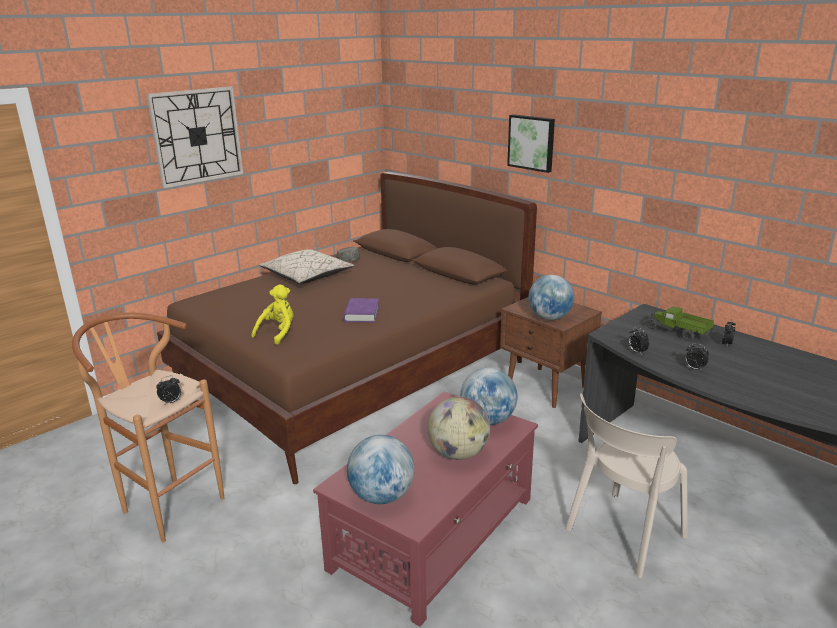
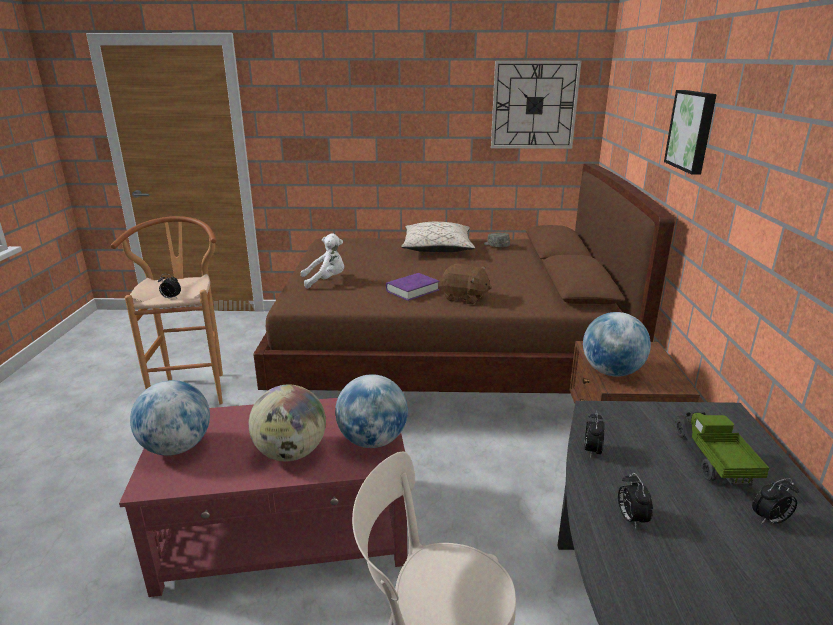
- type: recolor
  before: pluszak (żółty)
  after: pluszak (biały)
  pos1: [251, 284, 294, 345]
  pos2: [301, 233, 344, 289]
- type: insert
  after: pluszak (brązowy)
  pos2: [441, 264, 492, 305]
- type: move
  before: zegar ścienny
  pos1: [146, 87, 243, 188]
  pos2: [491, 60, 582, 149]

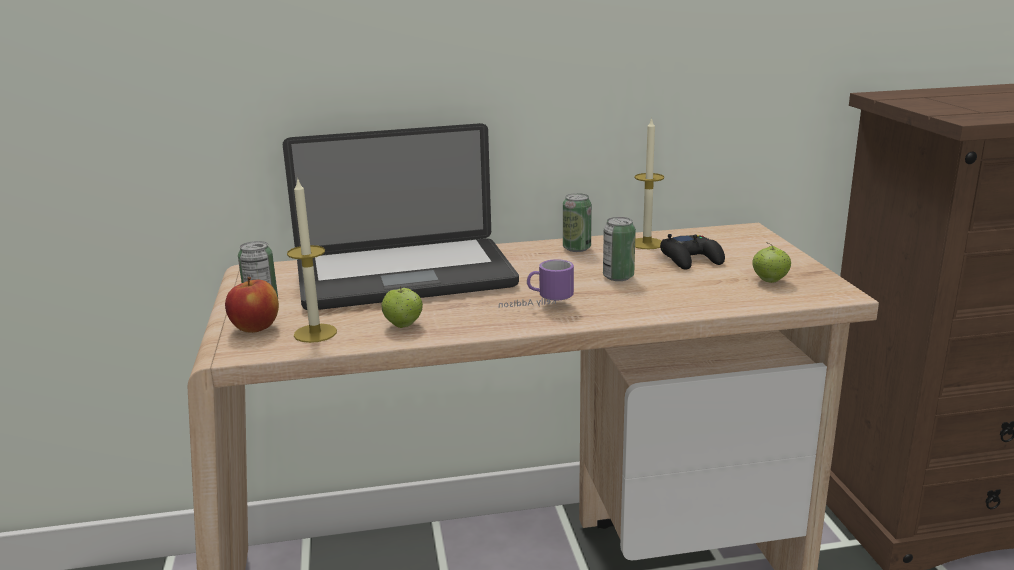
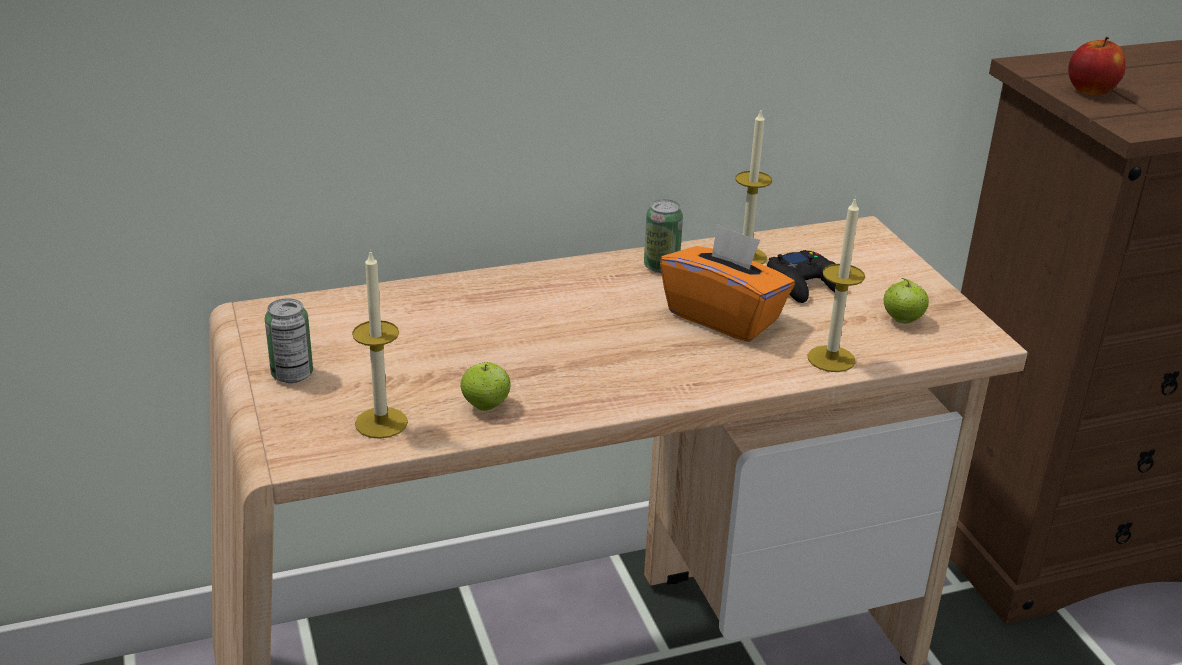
- type: replace
  before: puszka
  after: pudełko chusteczek (pomarańczowy)
  pos1: [603, 217, 636, 281]
  pos2: [660, 224, 795, 342]
- type: insert
  after: świeca
  pos2: [808, 197, 865, 372]
- type: move
  before: jabłko
  pos1: [225, 277, 279, 333]
  pos2: [1068, 36, 1126, 96]
- type: delete
  before: laptop
  pos1: [283, 123, 519, 310]
- type: delete
  before: kubek
  pos1: [499, 259, 574, 308]

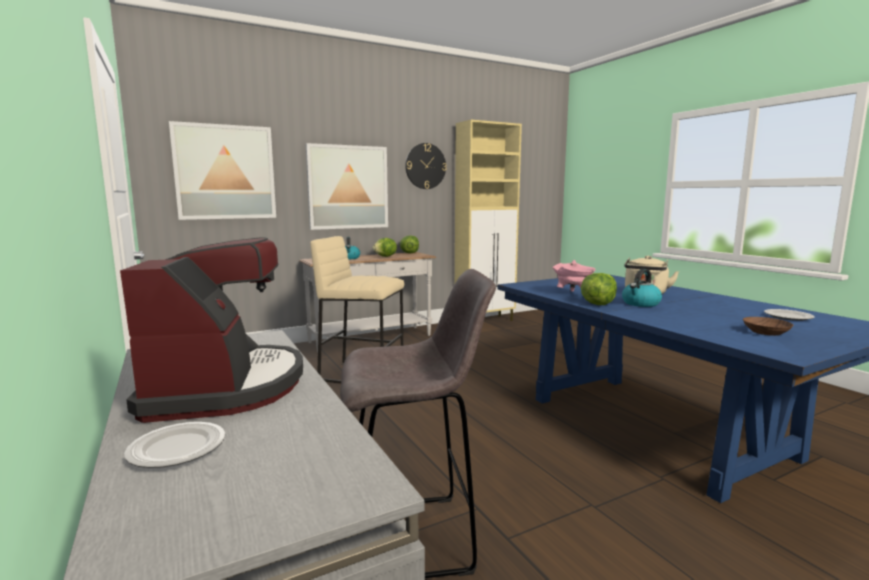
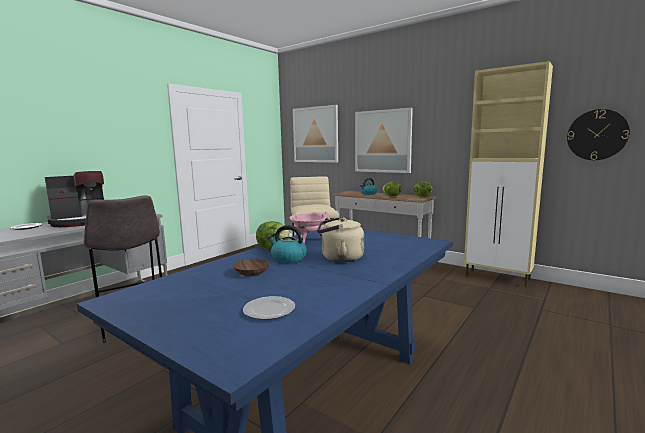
- type: move
  before: miska (brązowy)
  pos1: [743, 317, 793, 336]
  pos2: [233, 259, 270, 276]
- type: move
  before: zegar ścienny
  pos1: [405, 143, 447, 189]
  pos2: [567, 109, 630, 160]

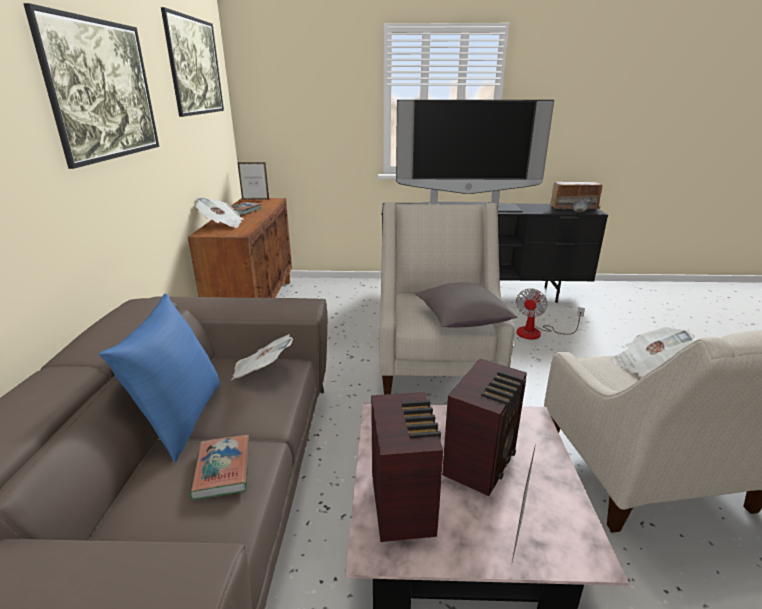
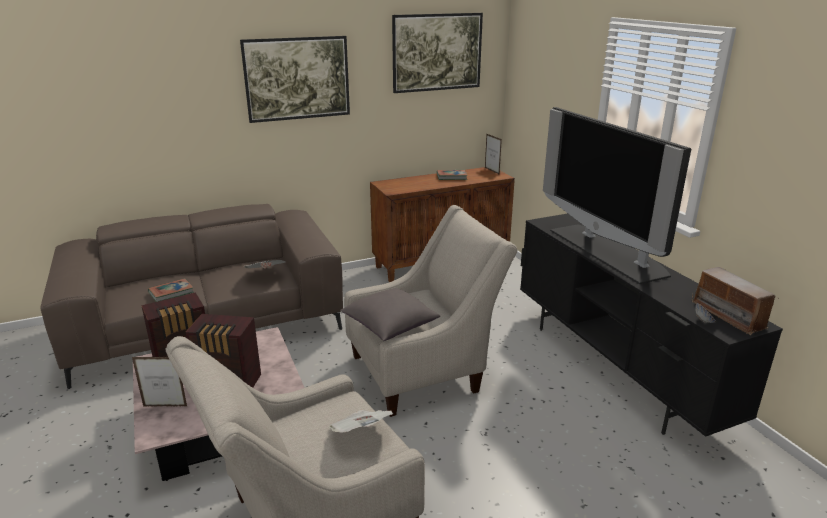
- type: delete
  before: poduszka (niebieski)
  pos1: [99, 294, 221, 462]
- type: delete
  before: gazeta
  pos1: [195, 198, 243, 228]
- type: delete
  before: wentylator
  pos1: [516, 288, 585, 339]

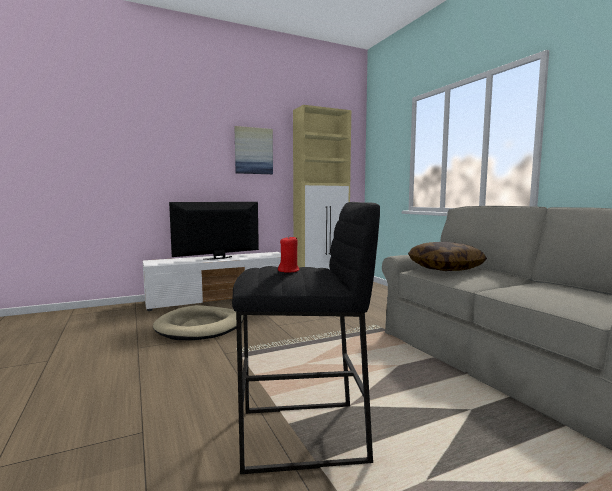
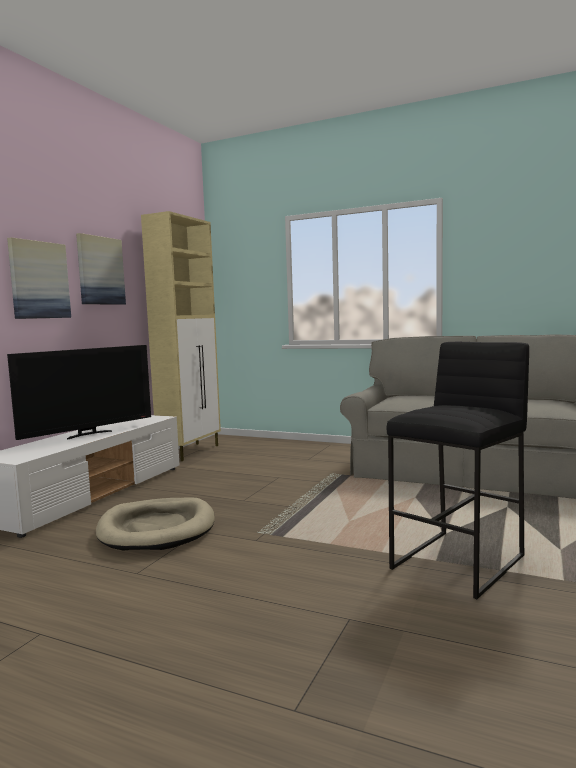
- type: insert
  after: obraz
  pos2: [7, 237, 71, 319]
- type: rotate
  before: telewizor
  pos1: [169, 202, 259, 260]
  pos2: [7, 345, 151, 440]
  turn: -150
- type: delete
  before: świeca (czerwony)
  pos1: [278, 236, 299, 273]
- type: delete
  before: poduszka
  pos1: [408, 241, 487, 271]

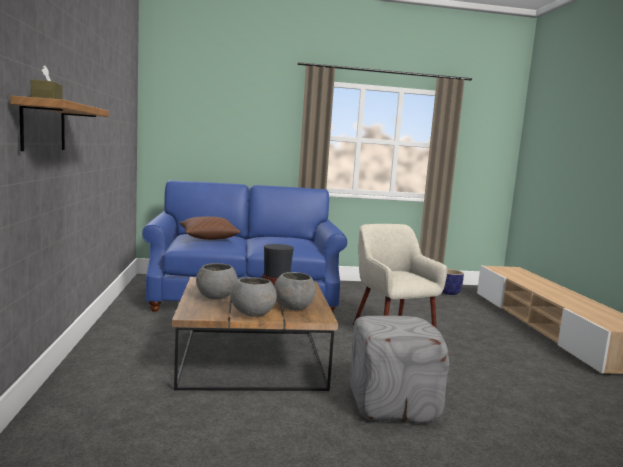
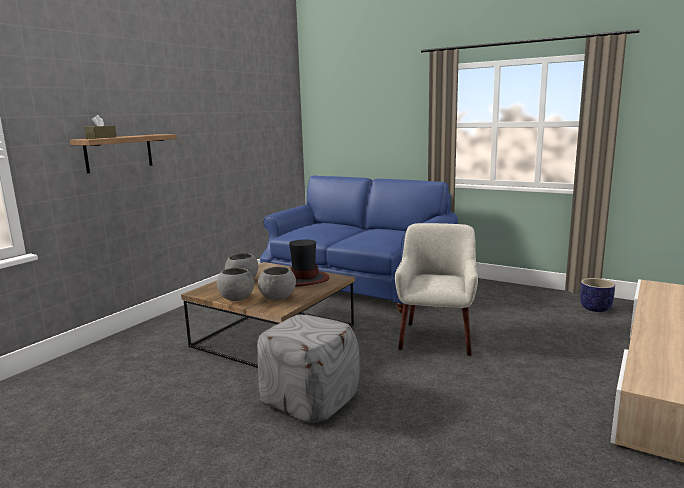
- type: delete
  before: poduszka (brązowy)
  pos1: [179, 216, 241, 240]

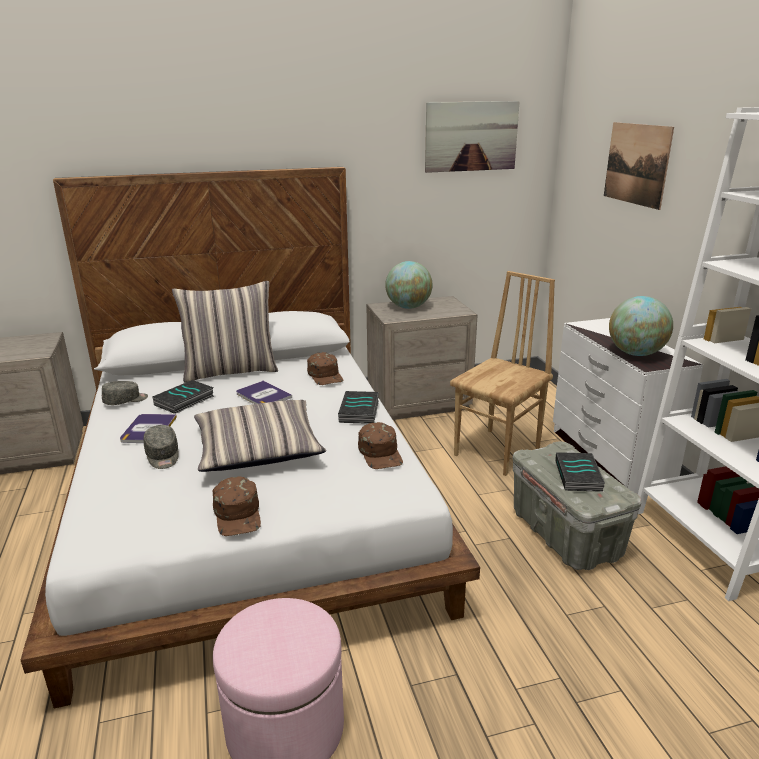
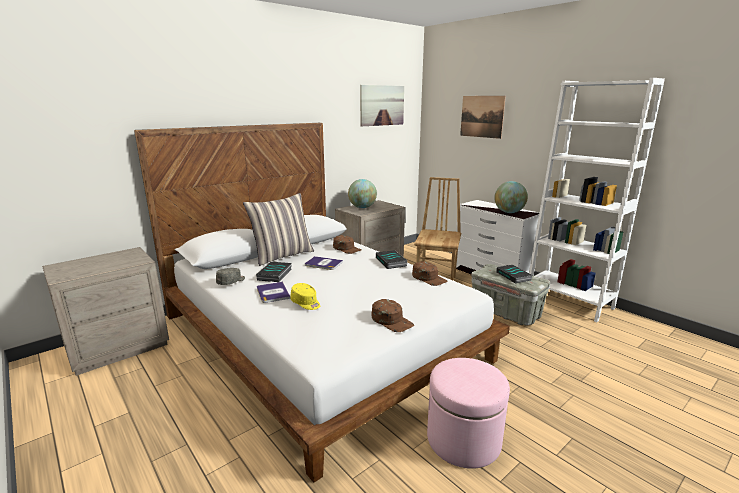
- type: recolor
  before: czapka z daszkiem (szary)
  after: czapka z daszkiem (żółty)
  pos1: [144, 425, 179, 469]
  pos2: [291, 283, 320, 310]
- type: delete
  before: poduszka
  pos1: [194, 400, 326, 472]

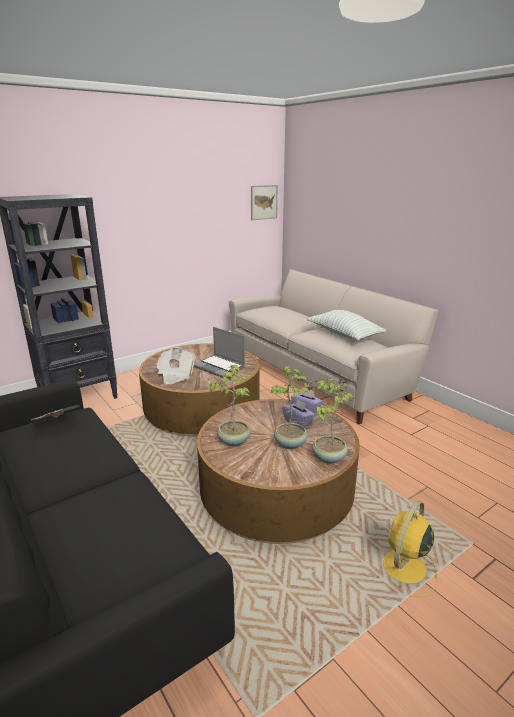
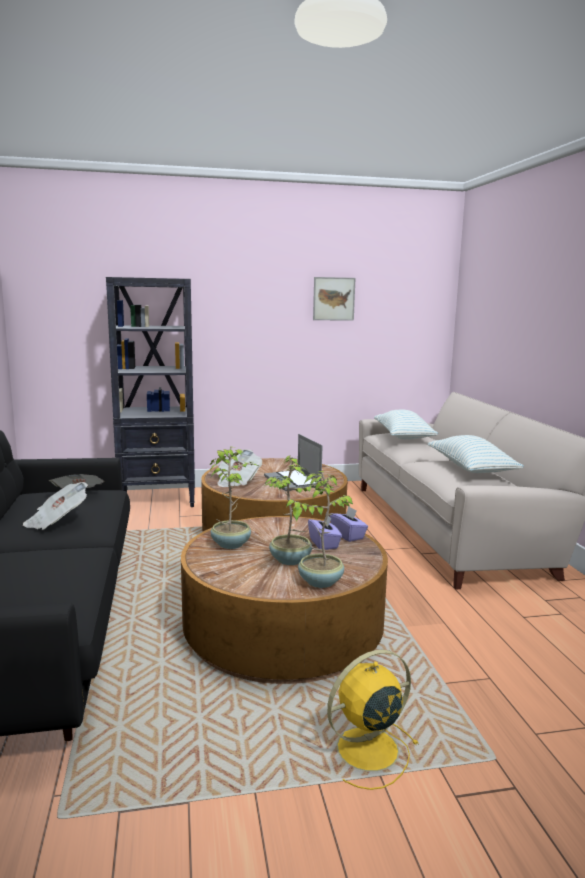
- type: insert
  after: gazeta
  pos2: [23, 482, 88, 530]
- type: move
  before: obraz
  pos1: [251, 185, 278, 220]
  pos2: [313, 277, 356, 321]
- type: insert
  after: poduszka
  pos2: [374, 410, 438, 439]

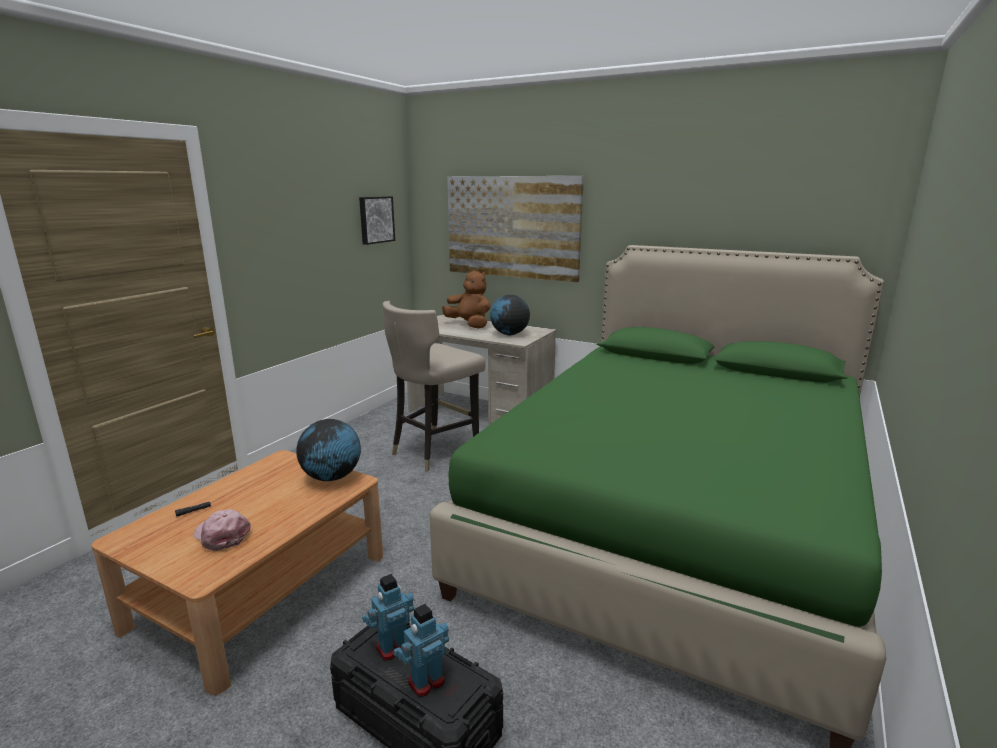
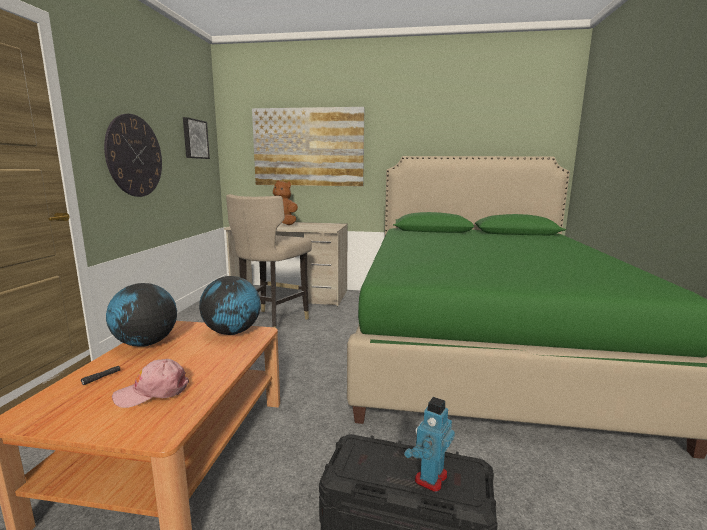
- type: insert
  after: zegar ścienny
  pos2: [104, 114, 162, 197]
- type: move
  before: globus
  pos1: [490, 295, 530, 335]
  pos2: [106, 283, 177, 347]
- type: rotate
  before: czapka z daszkiem (różowy)
  pos1: [193, 509, 251, 551]
  pos2: [112, 359, 189, 408]
  turn: -45
- type: delete
  before: robot zabawkowy
  pos1: [362, 574, 414, 661]

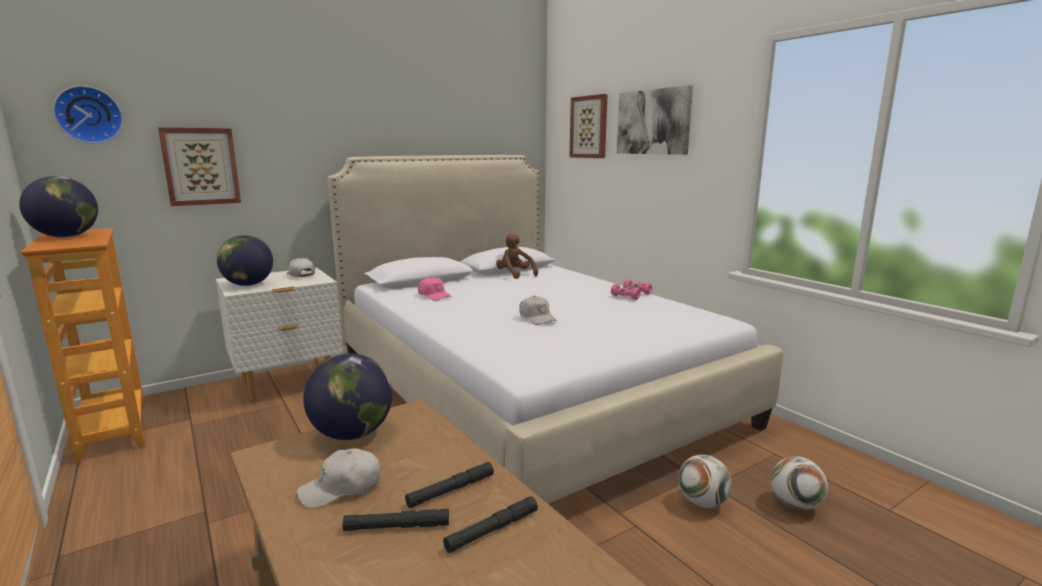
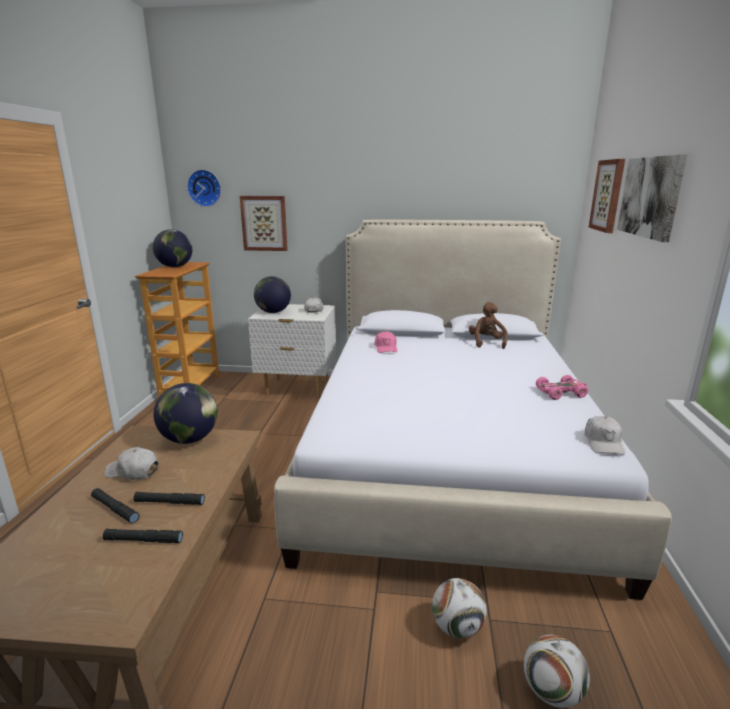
- type: move
  before: czapka z daszkiem (biały)
  pos1: [519, 296, 557, 325]
  pos2: [584, 416, 625, 455]

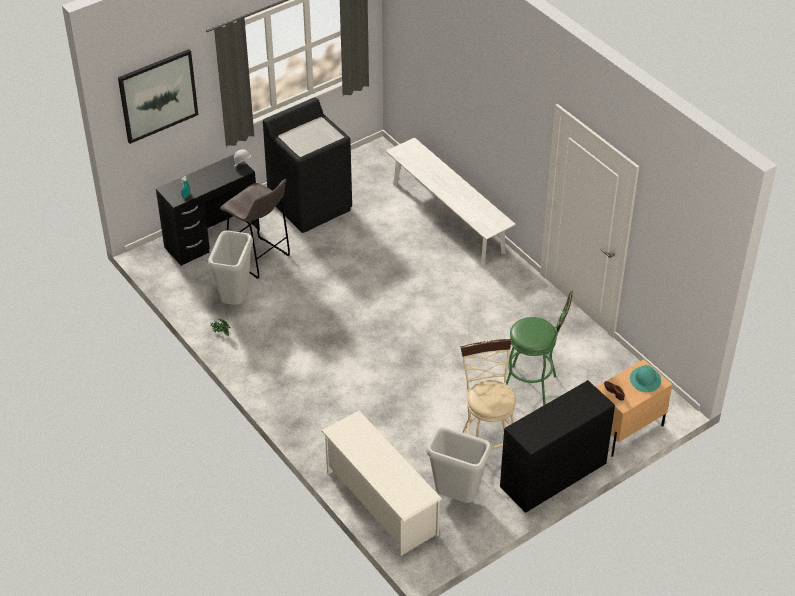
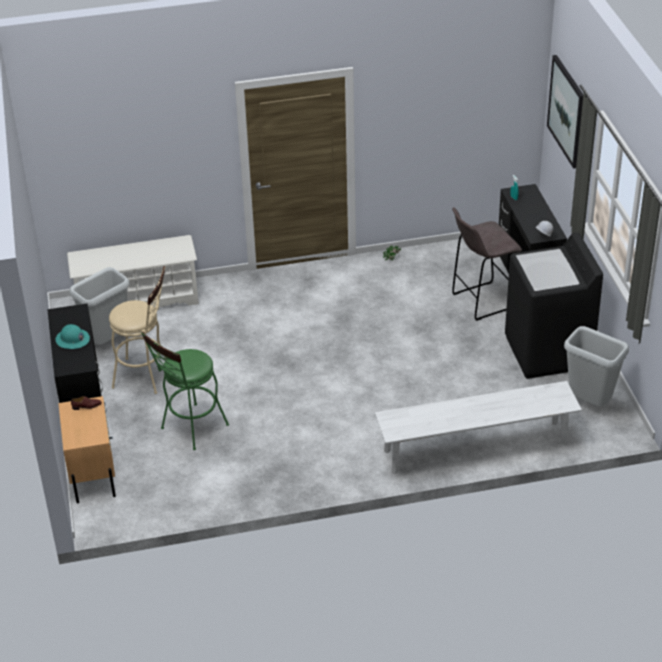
- type: move
  before: kask (turkusowy)
  pos1: [630, 365, 661, 392]
  pos2: [56, 324, 90, 349]
- type: move
  before: kosz na śmieci (szary)
  pos1: [208, 230, 253, 305]
  pos2: [564, 326, 629, 407]

